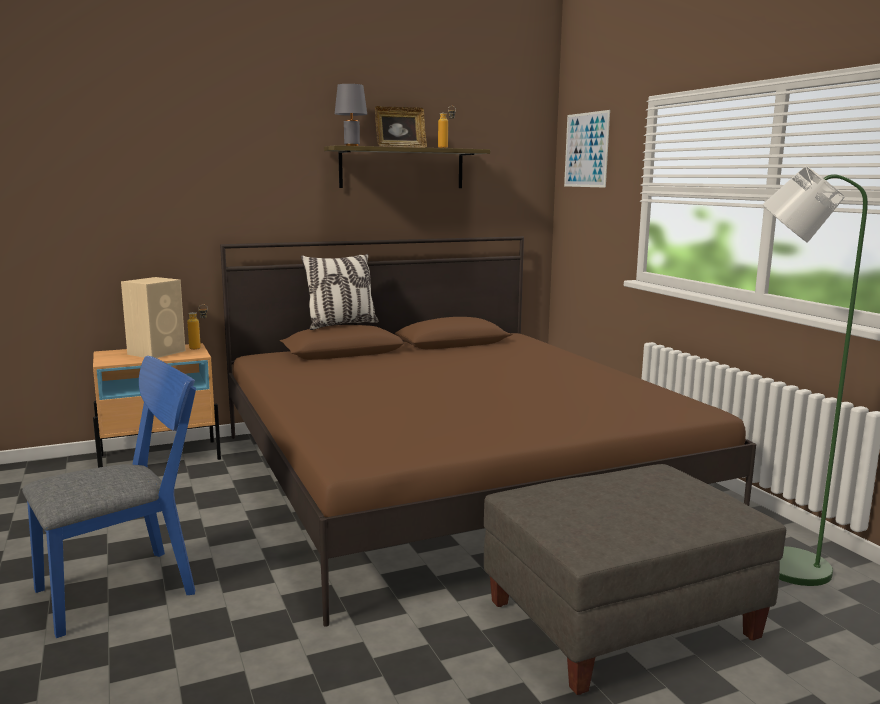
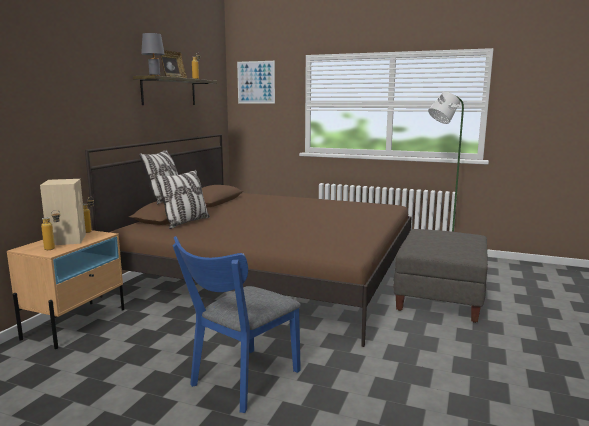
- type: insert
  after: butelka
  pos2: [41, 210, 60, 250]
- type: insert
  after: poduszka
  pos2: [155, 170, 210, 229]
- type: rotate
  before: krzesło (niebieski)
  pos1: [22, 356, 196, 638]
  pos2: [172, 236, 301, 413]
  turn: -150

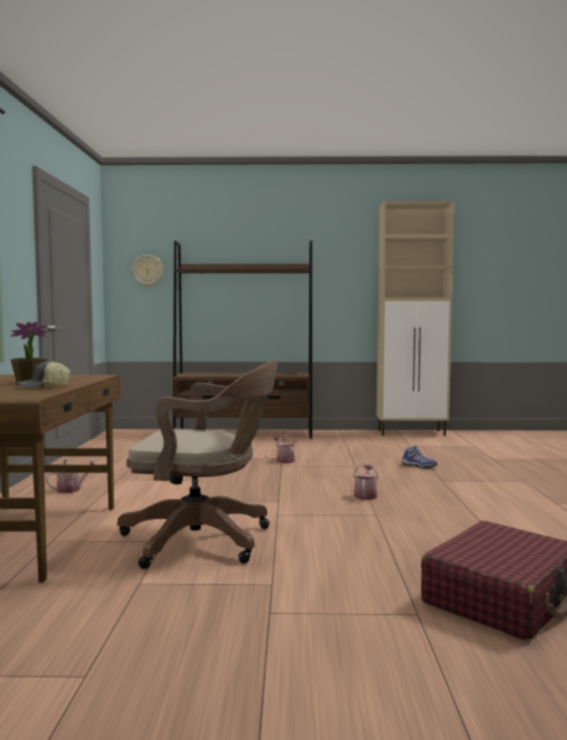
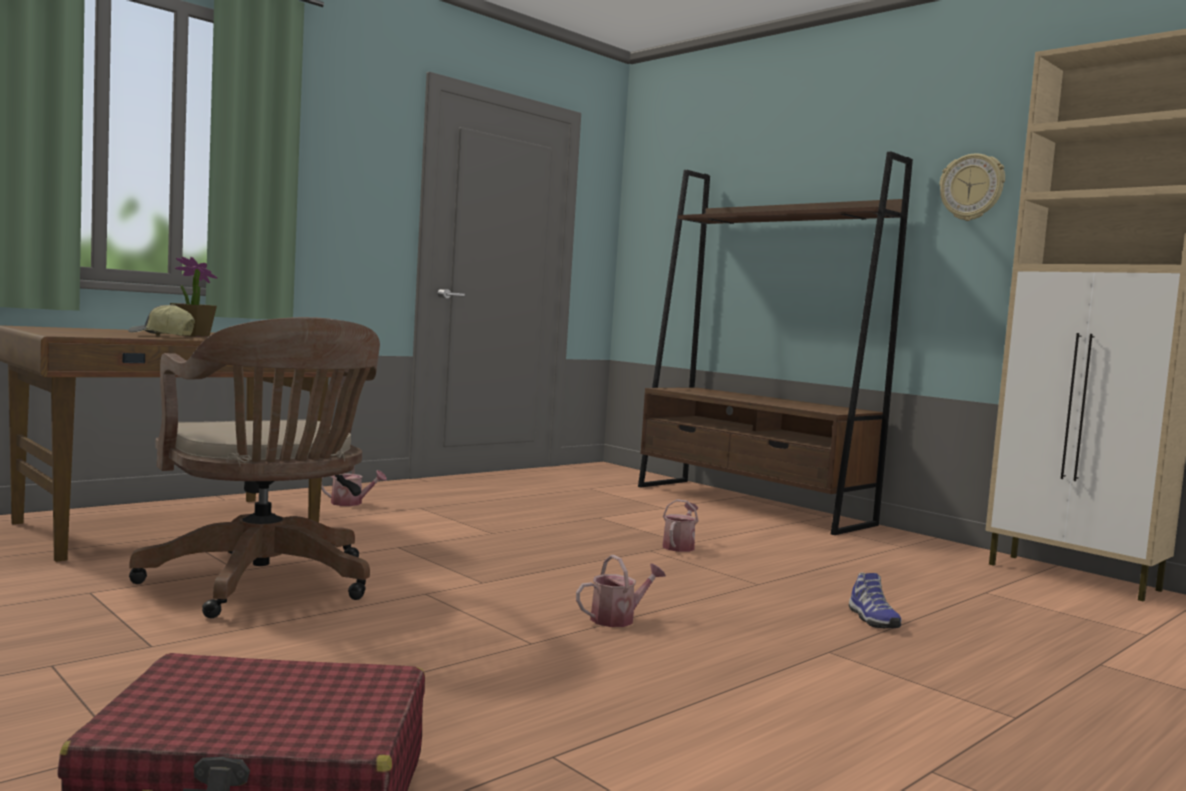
- type: move
  before: zegar ścienny
  pos1: [132, 255, 164, 287]
  pos2: [939, 153, 1005, 221]

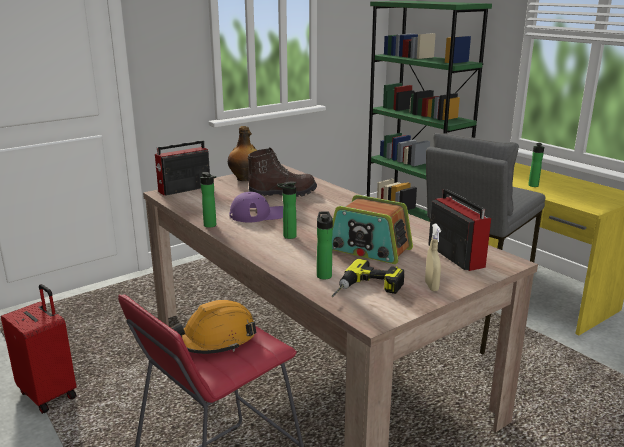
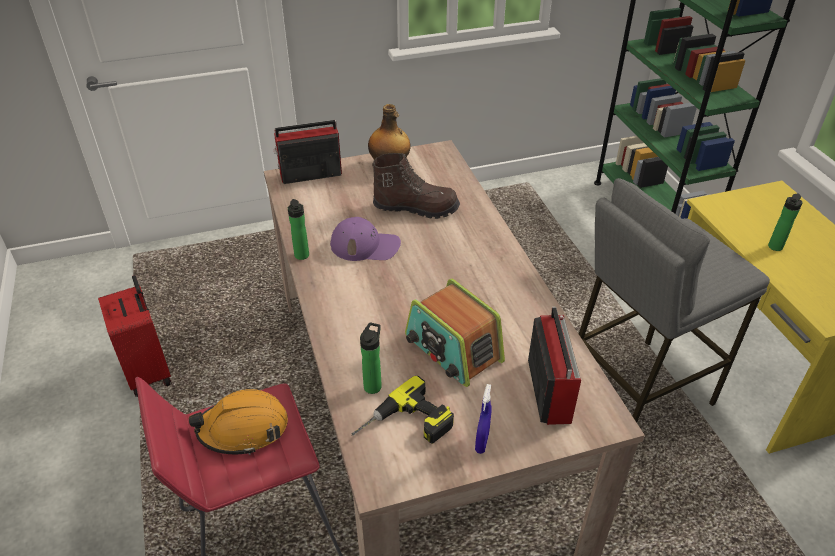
- type: recolor
  before: spryskiwacz (beżowy)
  after: spryskiwacz (niebieski)
  pos1: [425, 224, 441, 291]
  pos2: [475, 384, 492, 454]
- type: delete
  before: butelka
  pos1: [277, 181, 297, 239]

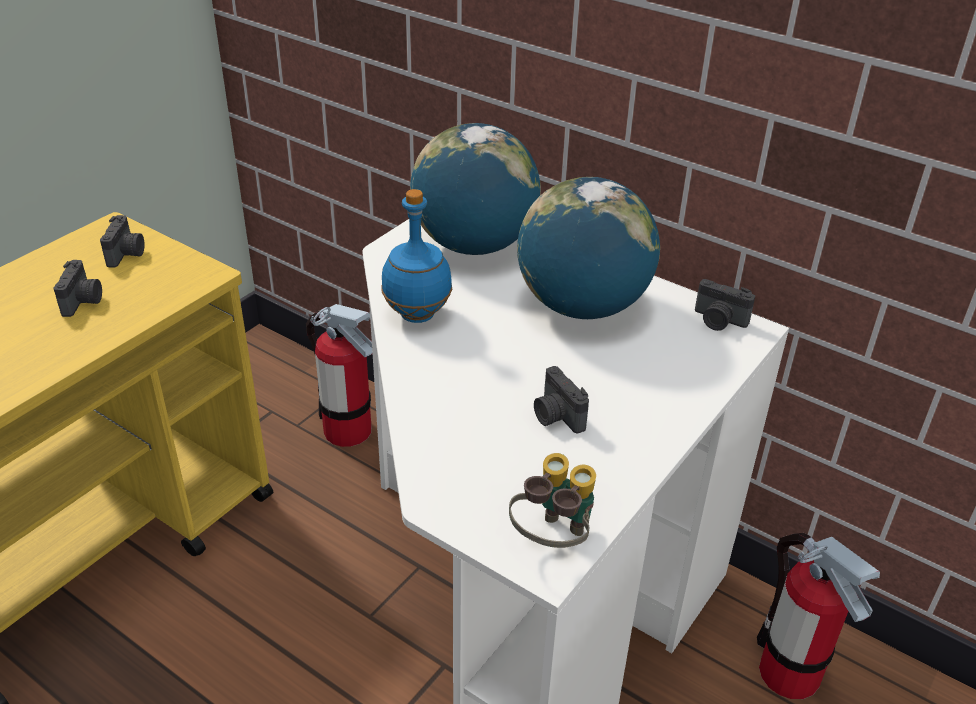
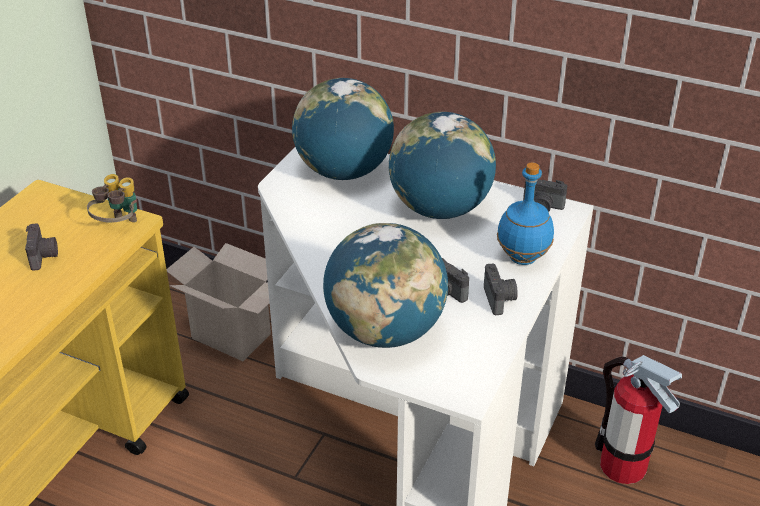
- type: move
  before: lornetka
  pos1: [509, 453, 596, 548]
  pos2: [87, 174, 137, 223]
- type: replace
  before: gaśnica
  after: karton
  pos1: [306, 304, 373, 447]
  pos2: [167, 243, 271, 361]
- type: insert
  after: globus
  pos2: [323, 223, 448, 348]
- type: move
  before: aparat fotograficzny
  pos1: [100, 215, 145, 268]
  pos2: [484, 264, 518, 315]
- type: move
  before: butelka (niebieski)
  pos1: [381, 189, 452, 323]
  pos2: [497, 162, 554, 265]

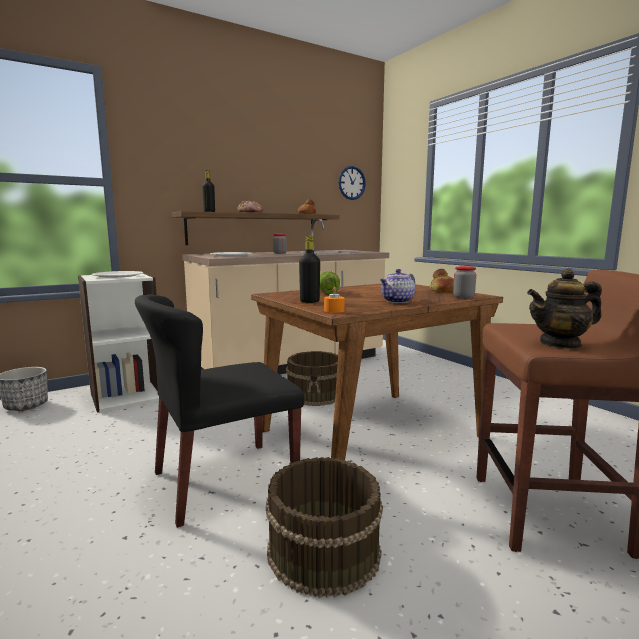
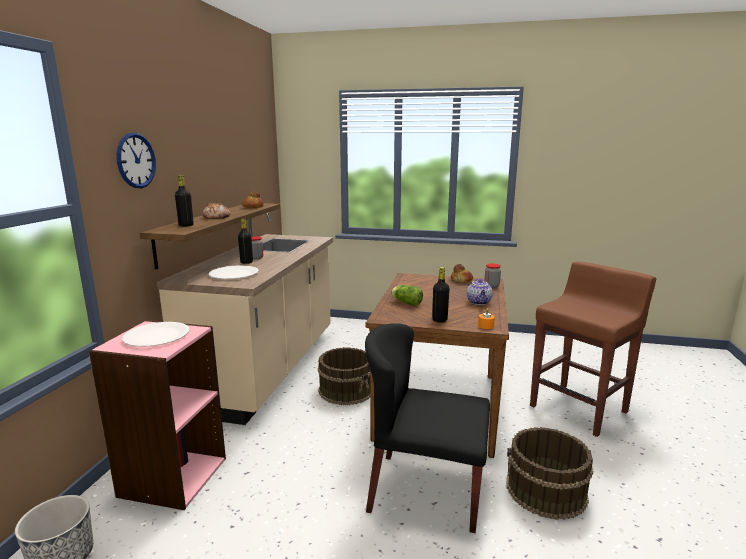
- type: recolor
  before: regał (biały)
  after: regał (różowy)
  pos1: [78, 273, 159, 413]
  pos2: [89, 320, 226, 510]
- type: move
  before: zegar ścienny
  pos1: [338, 166, 366, 200]
  pos2: [116, 132, 156, 188]
- type: insert
  after: butelka (czarny)
  pos2: [238, 219, 253, 264]
- type: rotate
  before: krzesło (czarny)
  pos1: [135, 294, 304, 528]
  pos2: [365, 324, 490, 533]
  turn: 90
- type: delete
  before: imbryk
  pos1: [527, 268, 602, 349]

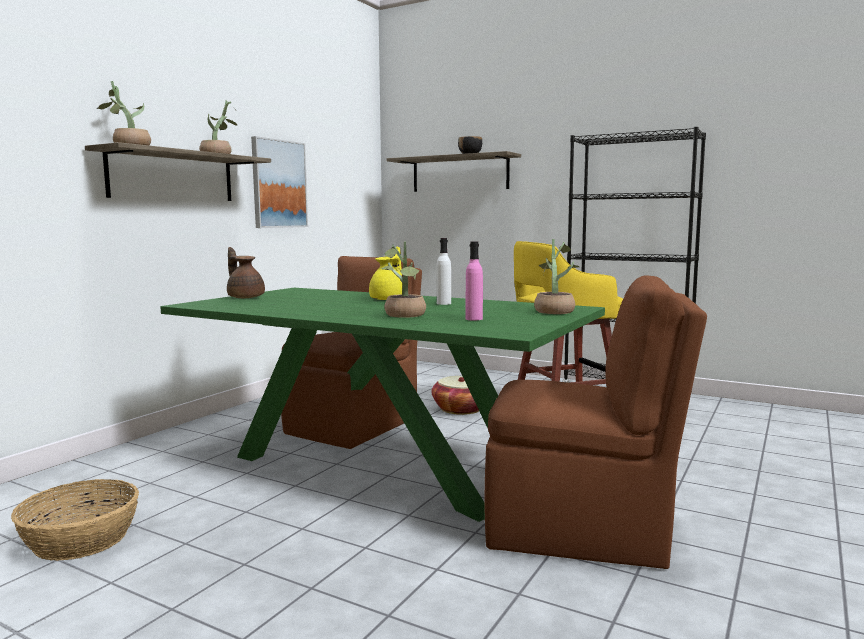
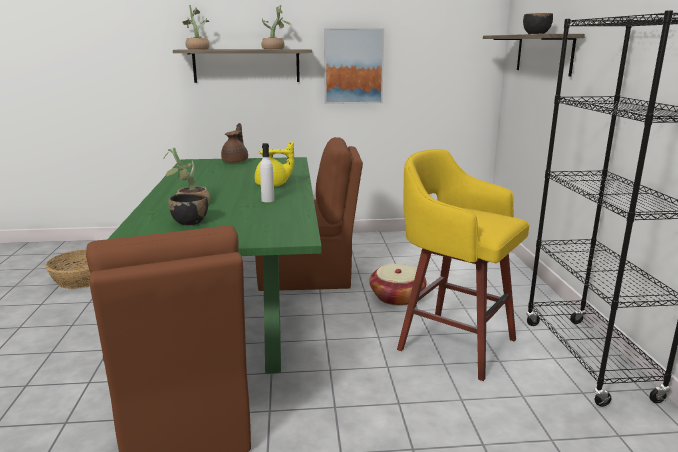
- type: replace
  before: butelka (różowy)
  after: miska (czarny)
  pos1: [465, 242, 483, 320]
  pos2: [168, 193, 208, 225]
- type: delete
  before: roślina doniczkowa
  pos1: [534, 239, 579, 314]

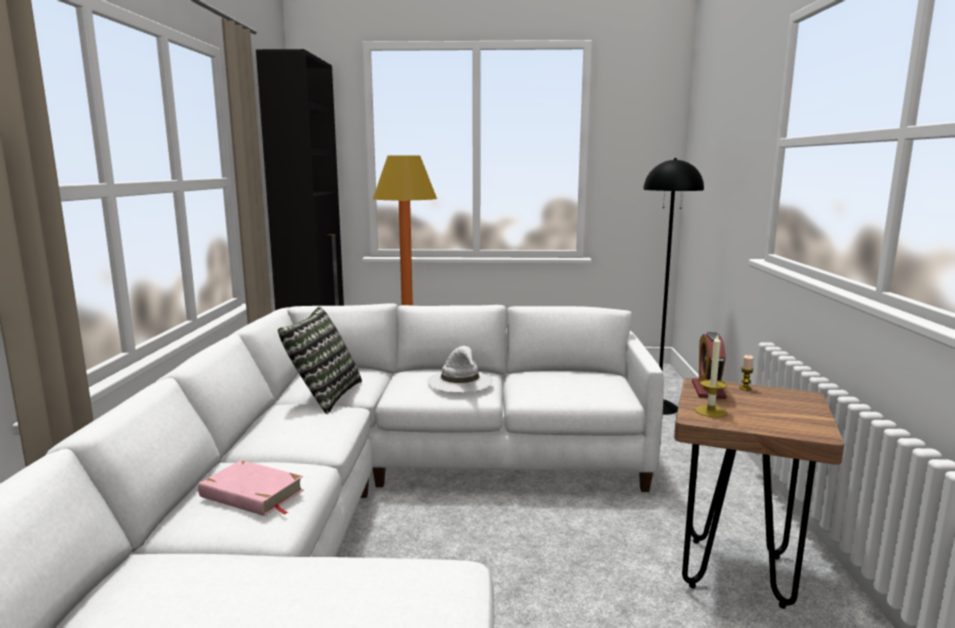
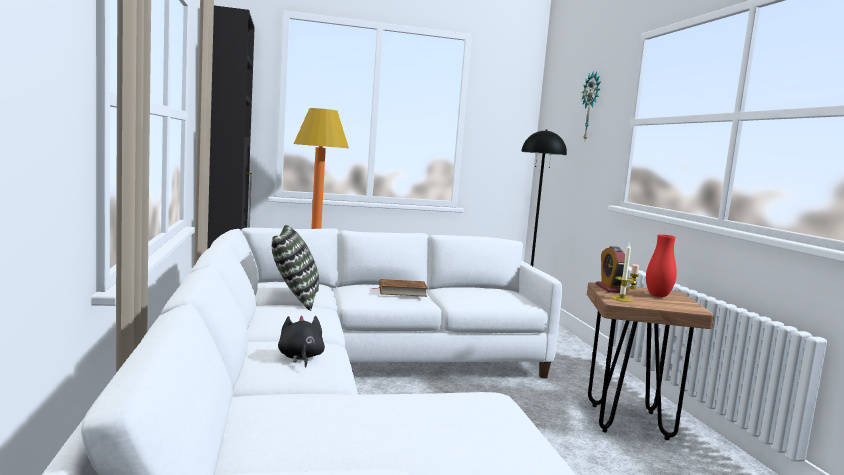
- type: replace
  before: książka (różowy)
  after: pluszak (czarny)
  pos1: [198, 460, 304, 516]
  pos2: [278, 315, 325, 367]
- type: replace
  before: kapelusz (biały)
  after: książka (brązowy)
  pos1: [427, 346, 493, 392]
  pos2: [371, 279, 428, 297]
- type: insert
  after: zegar ścienny
  pos2: [582, 71, 601, 140]
- type: insert
  after: wazon (czerwony)
  pos2: [646, 234, 677, 297]

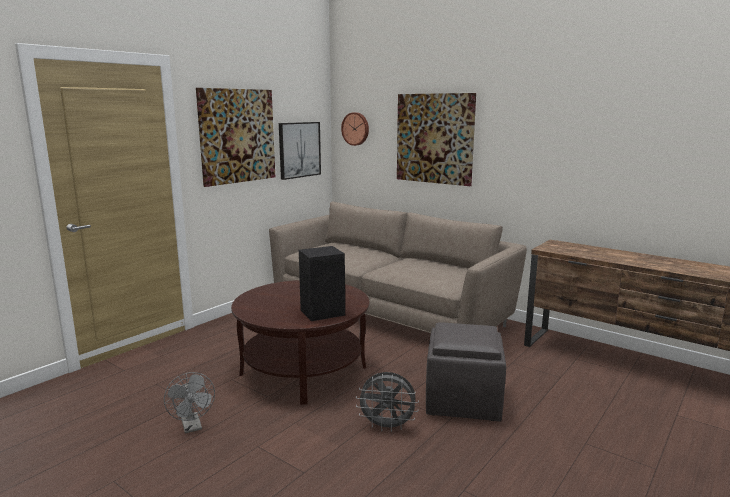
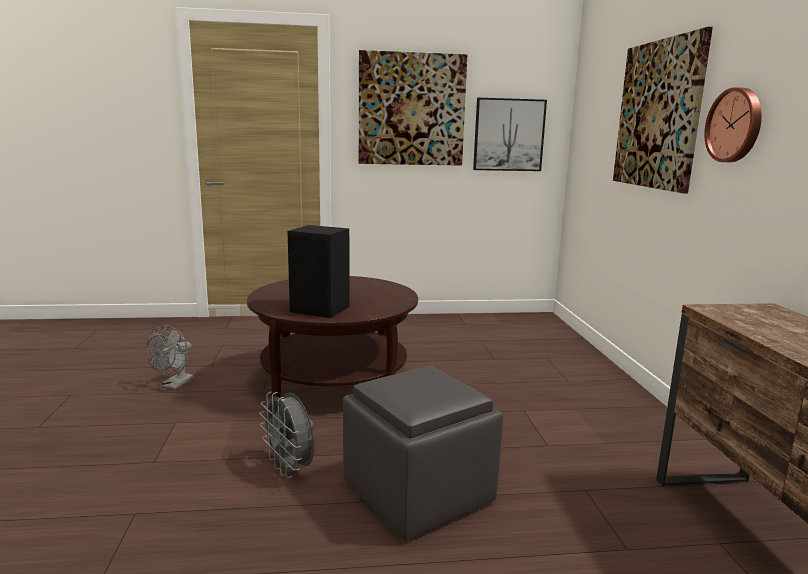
- type: move
  before: zegar ścienny
  pos1: [341, 112, 369, 146]
  pos2: [704, 87, 762, 162]
- type: delete
  before: kanapa (beżowy)
  pos1: [269, 202, 527, 333]

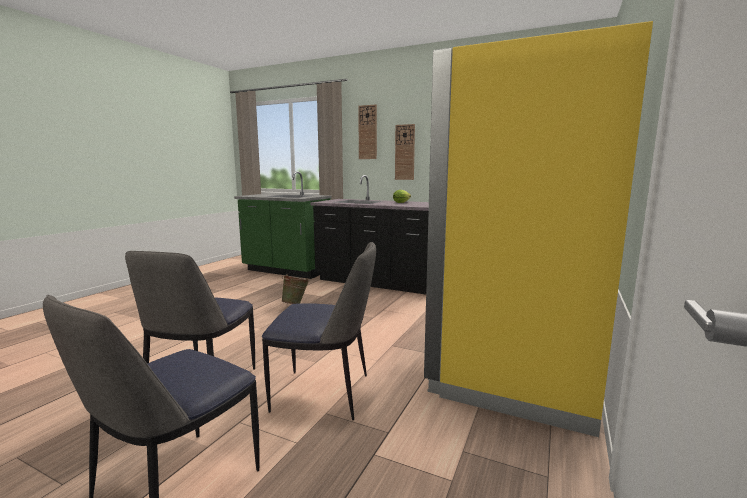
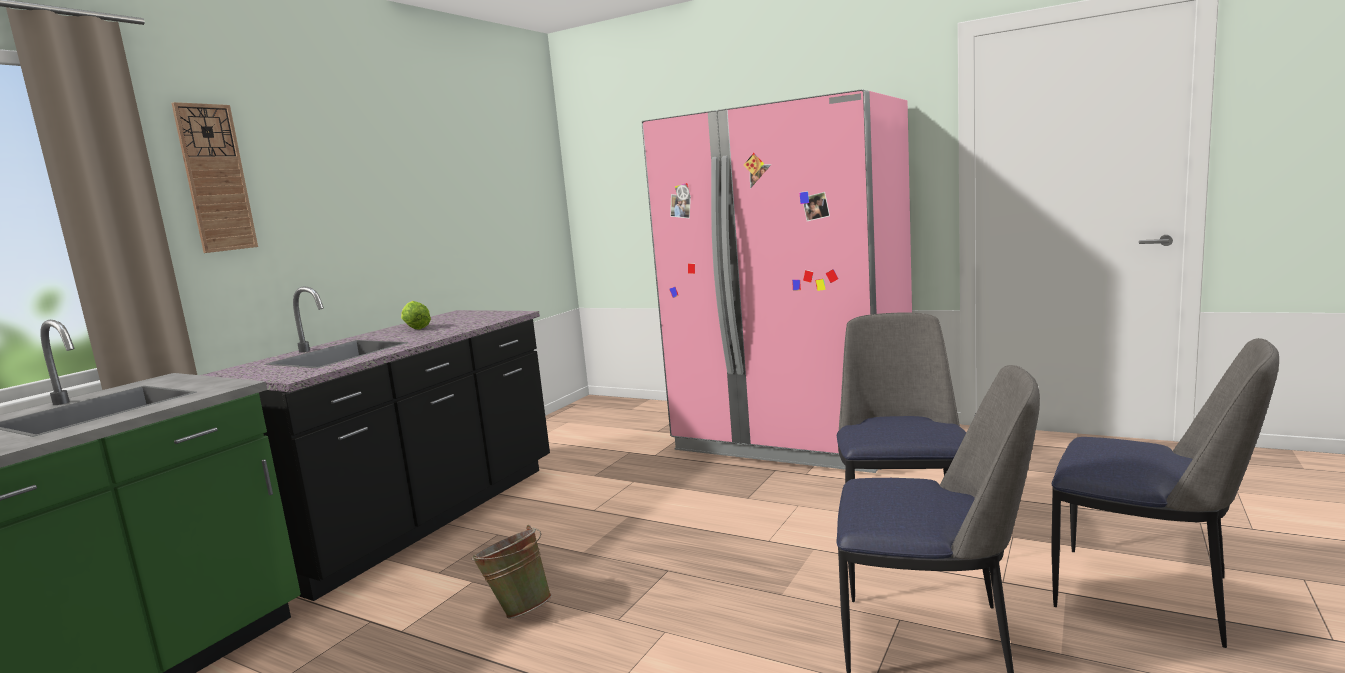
- type: recolor
  before: lodówka (żółty)
  after: lodówka (różowy)
  pos1: [424, 21, 653, 437]
  pos2: [642, 89, 912, 473]
- type: delete
  before: zegar ścienny
  pos1: [395, 124, 415, 180]

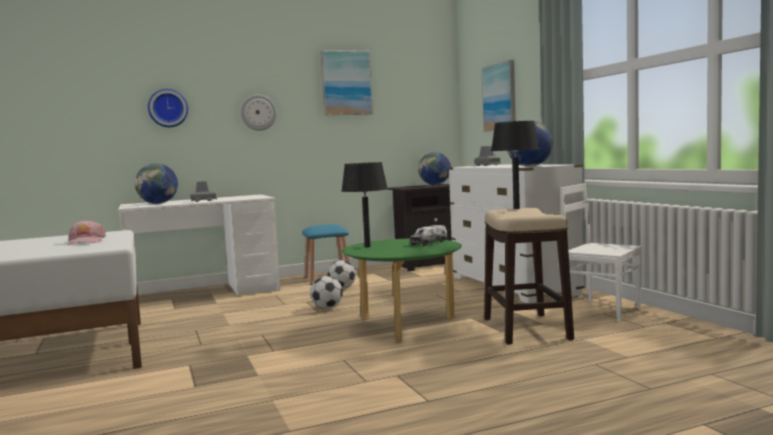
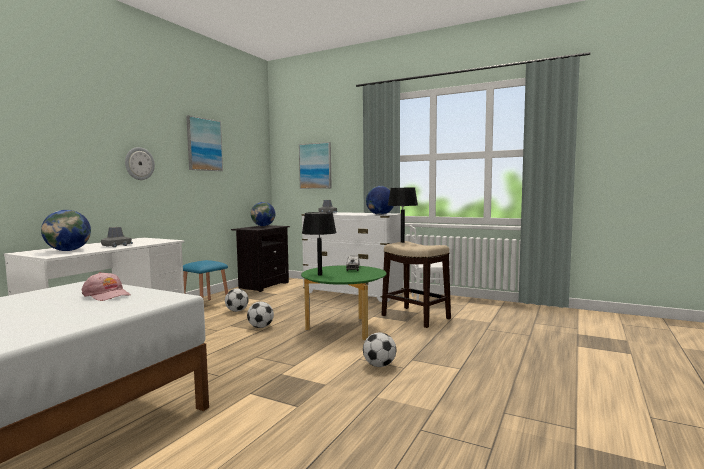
- type: insert
  after: piłka futbolowa
  pos2: [363, 332, 396, 367]
- type: delete
  before: zegar ścienny
  pos1: [148, 89, 188, 127]

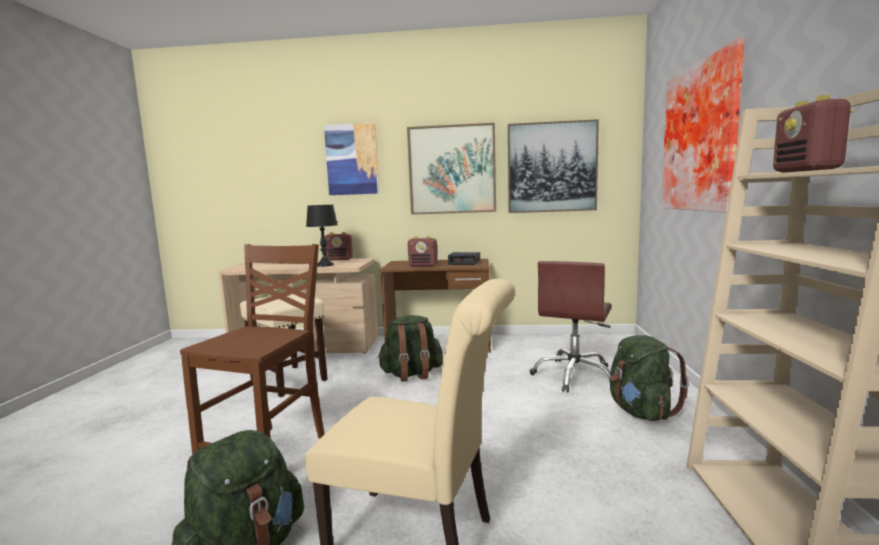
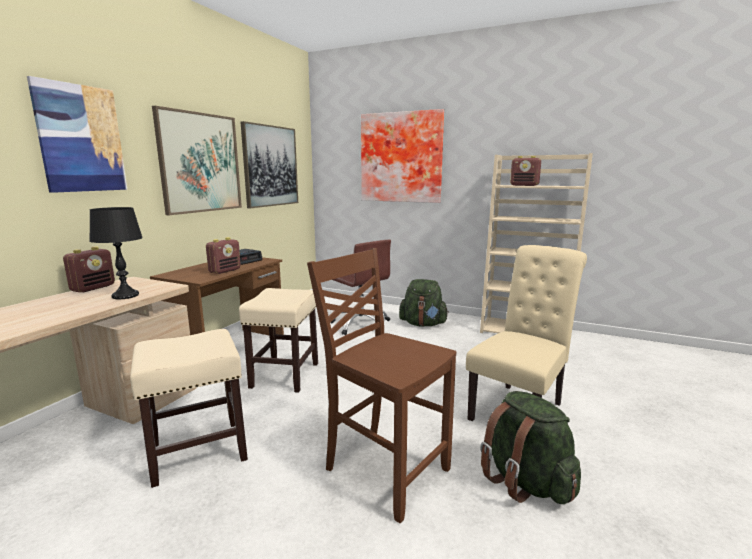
- type: replace
  before: plecak (zielony)
  after: stołek (beżowy)
  pos1: [377, 315, 443, 382]
  pos2: [239, 288, 318, 393]

